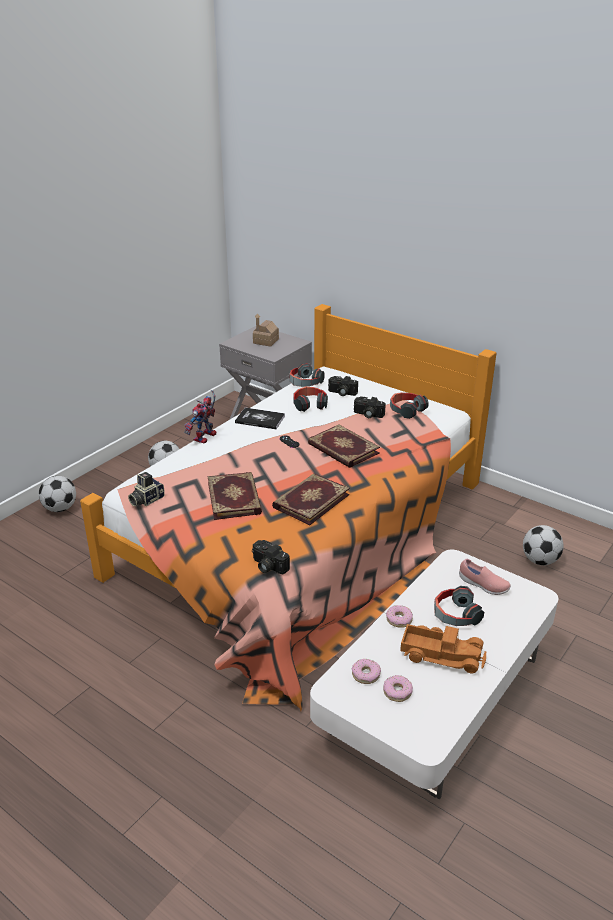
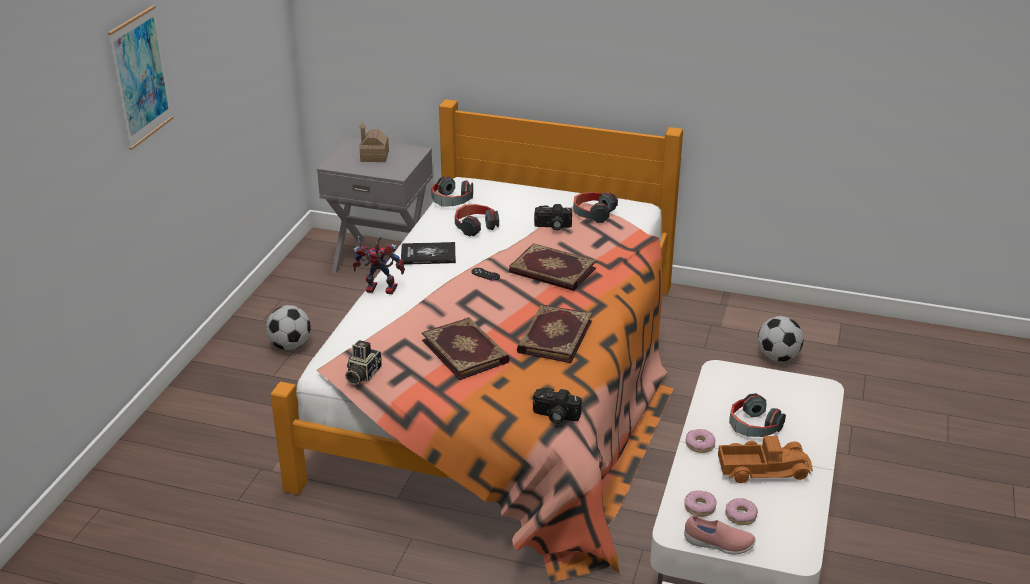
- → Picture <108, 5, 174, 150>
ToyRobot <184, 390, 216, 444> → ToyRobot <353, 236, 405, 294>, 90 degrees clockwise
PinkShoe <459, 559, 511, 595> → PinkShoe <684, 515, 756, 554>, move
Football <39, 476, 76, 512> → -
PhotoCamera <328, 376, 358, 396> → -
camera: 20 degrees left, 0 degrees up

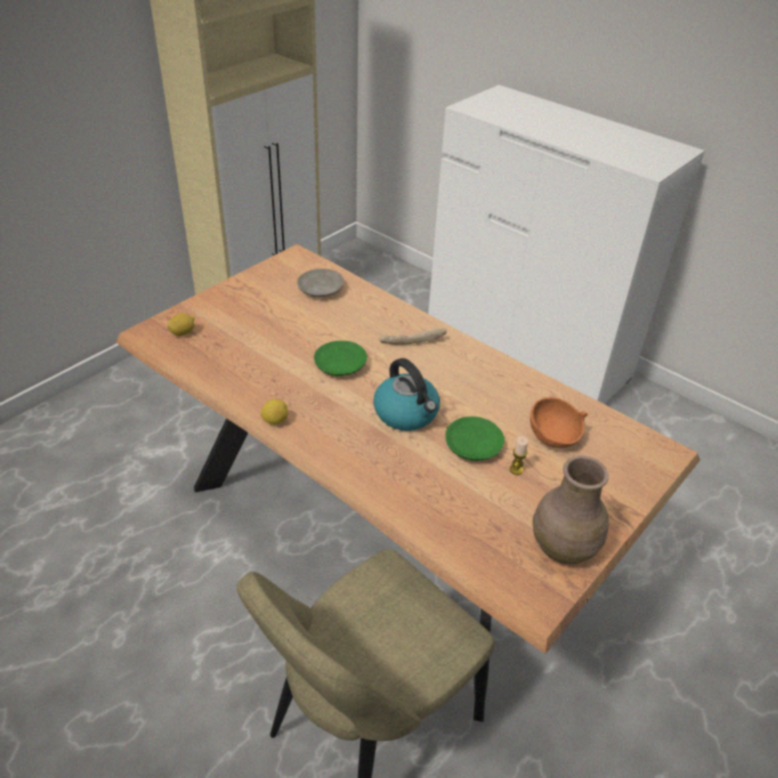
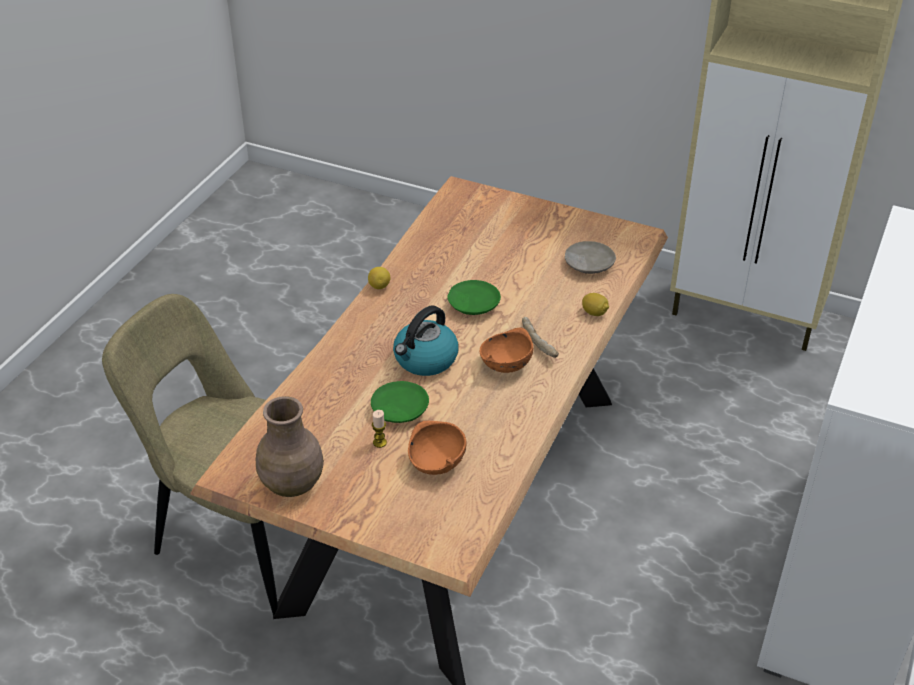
- → OrangeBowl <480, 328, 534, 373>
Lemon <168, 313, 195, 336> → Lemon <582, 293, 609, 316>, move
camera: 75 degrees right, 0 degrees up

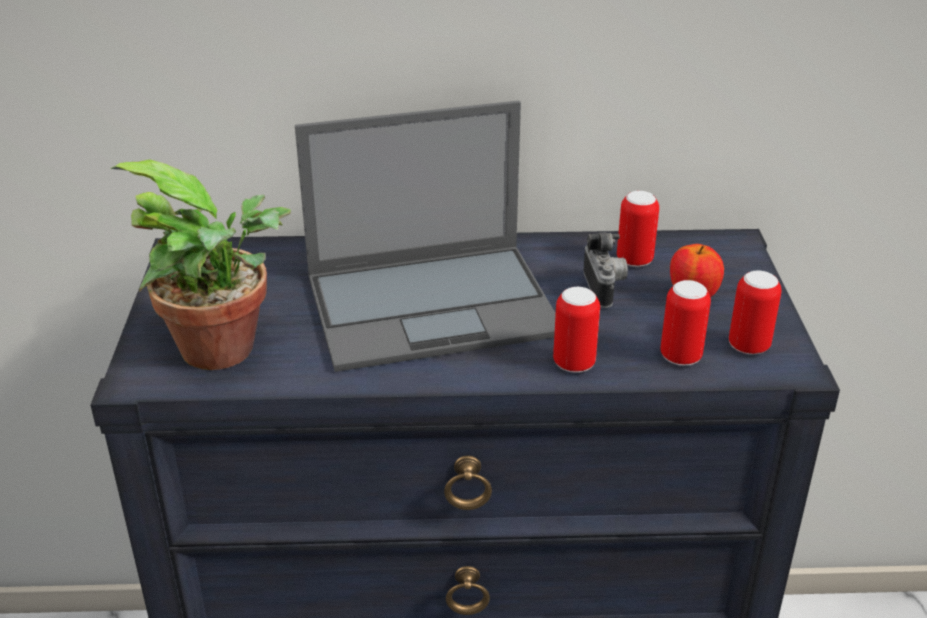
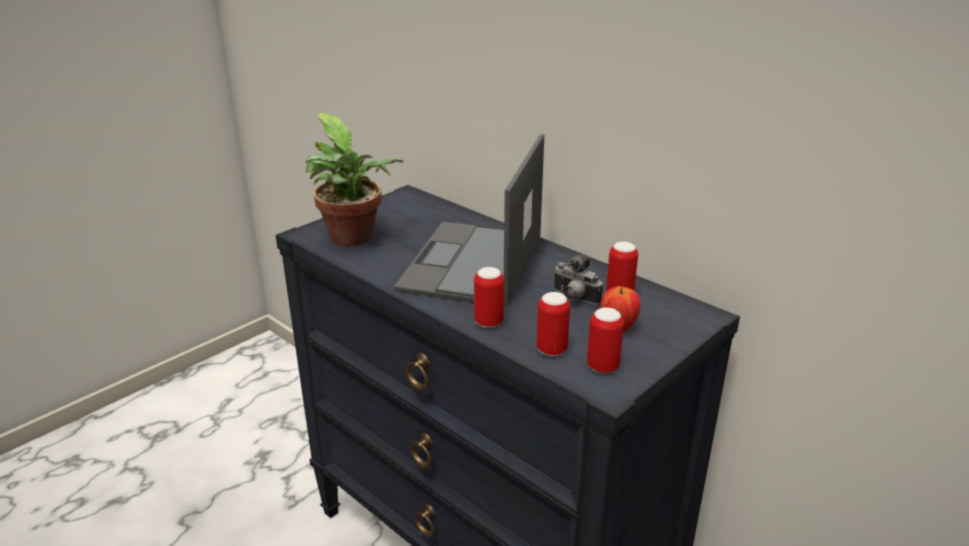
Laptop <295, 101, 556, 372> → Laptop <394, 134, 544, 307>, 75 degrees clockwise
PhotoCamera <583, 232, 628, 308> → PhotoCamera <553, 254, 603, 305>, 90 degrees clockwise
camera: 45 degrees right, 5 degrees down

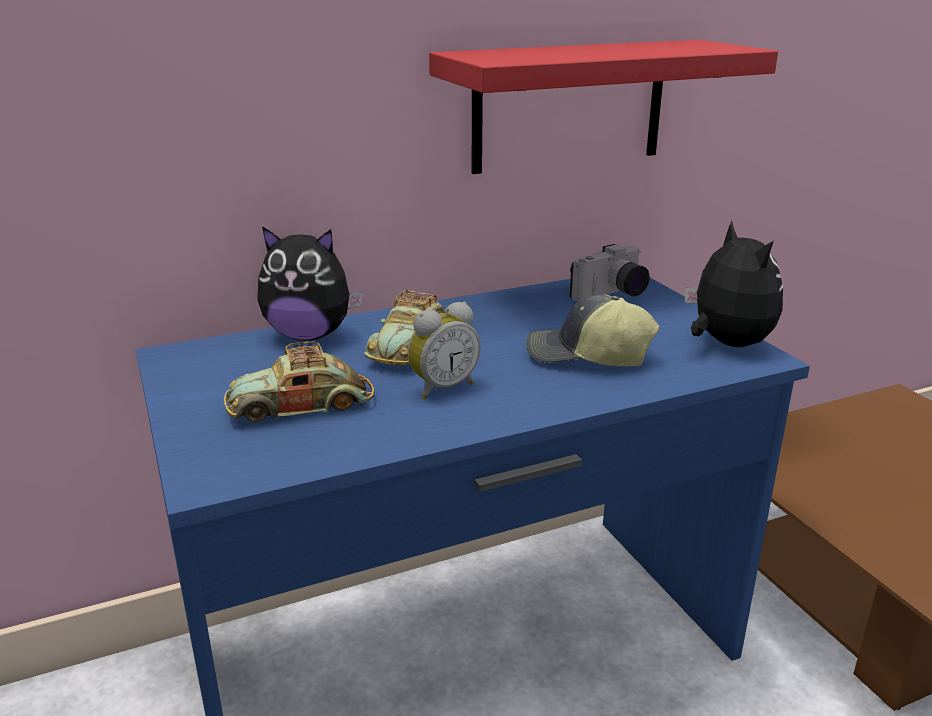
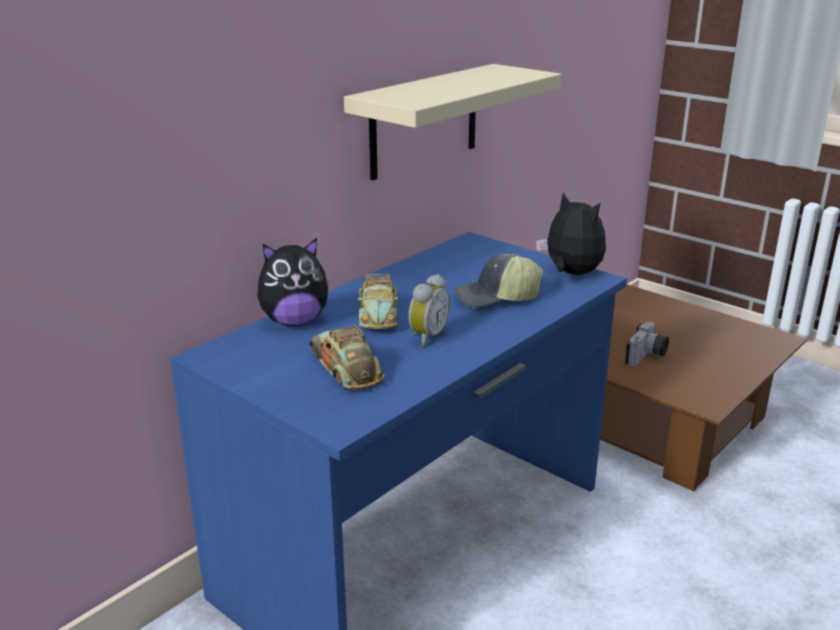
ToyCar <224, 341, 374, 422> → ToyCar <308, 325, 385, 390>, 105 degrees clockwise
RedShelf <429, 40, 778, 174> → BeigeShelf <344, 64, 561, 180>
PhotoCamera <570, 244, 649, 301> → PhotoCamera <625, 322, 669, 366>, move
camera: 25 degrees left, 0 degrees up

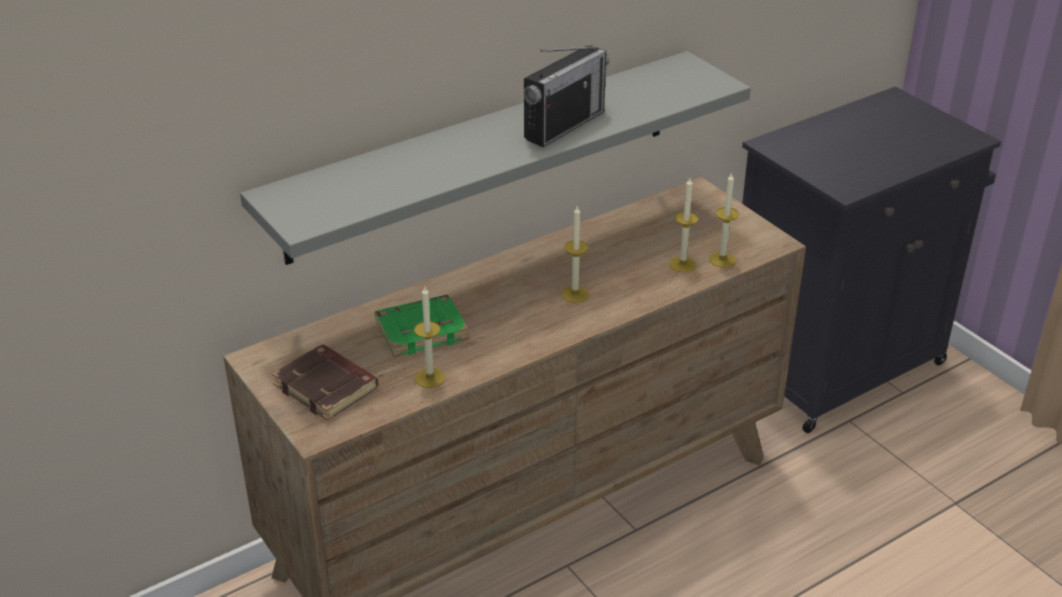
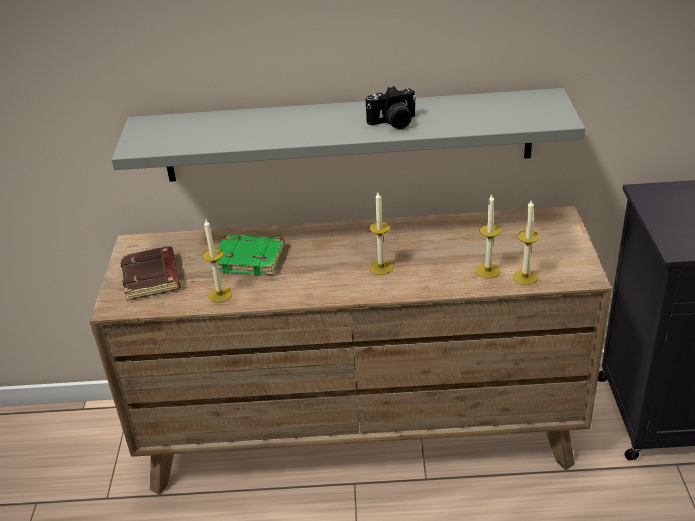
Radio <524, 45, 609, 147> → PhotoCamera <366, 86, 416, 129>
camera: 35 degrees right, 0 degrees up

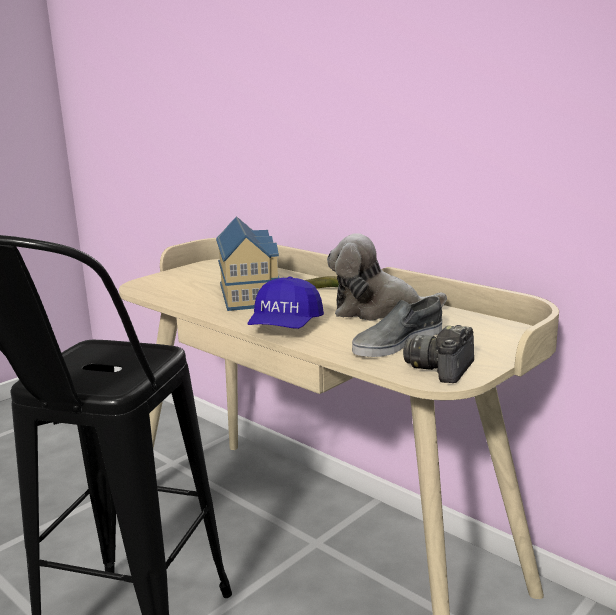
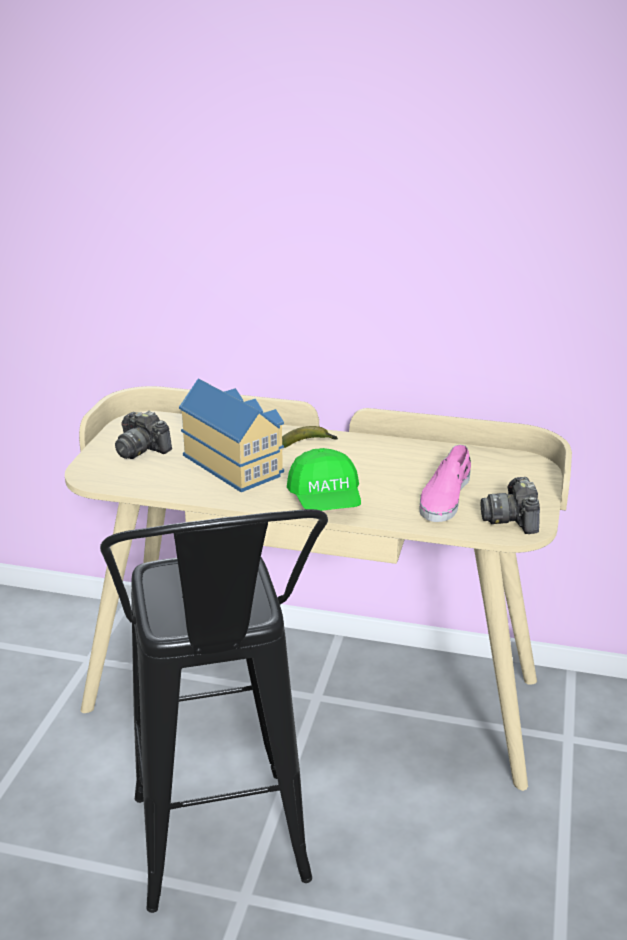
- → PhotoCamera <115, 411, 172, 459>
BlueCap <247, 277, 324, 329> → GreenCap <287, 448, 361, 511>
GreyShoe <352, 296, 442, 357> → PinkShoe <419, 445, 471, 522>
PlushToy <327, 233, 447, 321> → -
camera: 30 degrees left, 10 degrees up

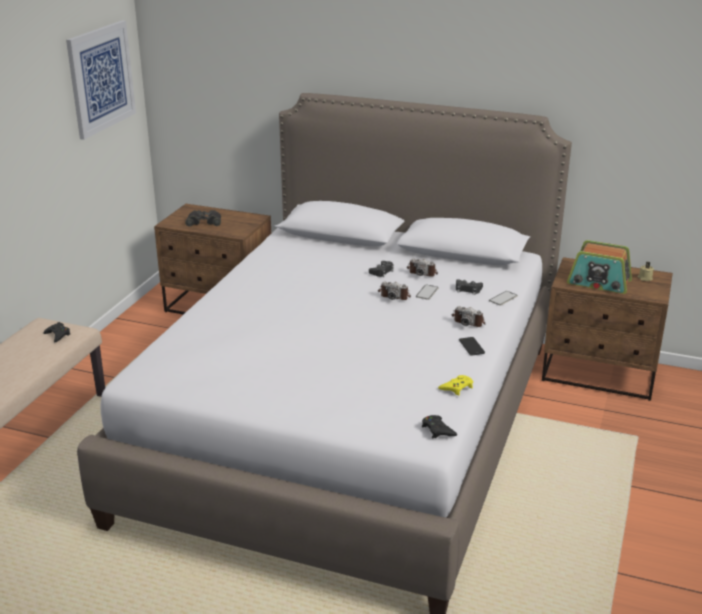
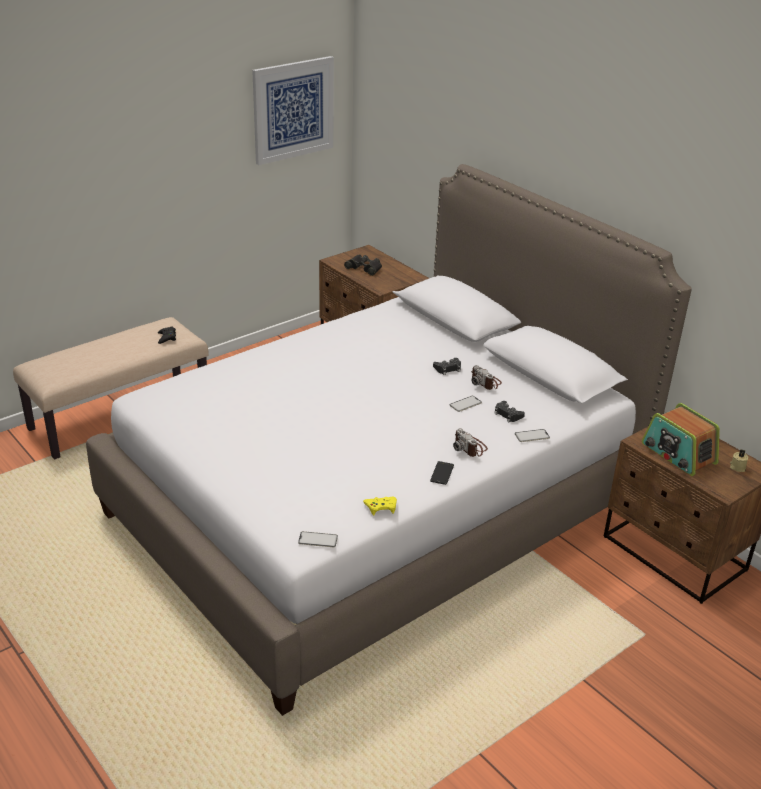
BlackGameController <422, 415, 457, 438> → Phone <298, 531, 338, 547>
PhotoCamera <378, 282, 411, 300> → -
camera: 30 degrees right, 5 degrees up

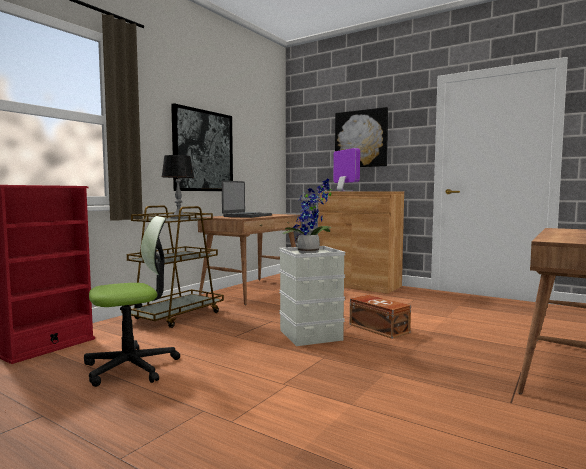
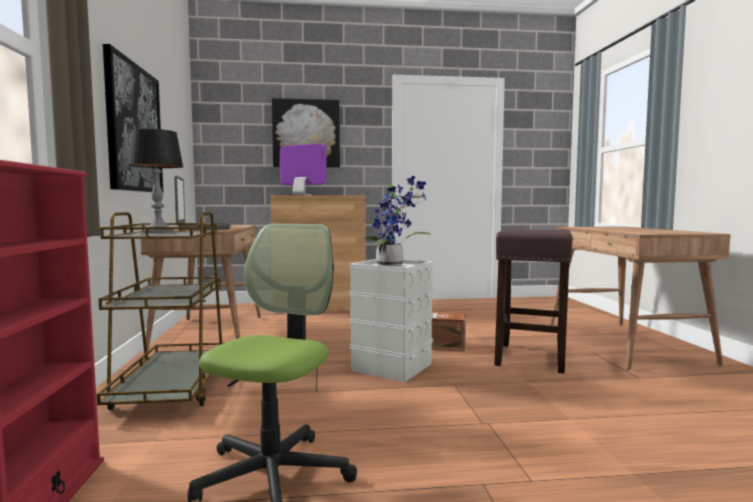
- → BrownStool <494, 229, 573, 374>
camera: 40 degrees left, 0 degrees up

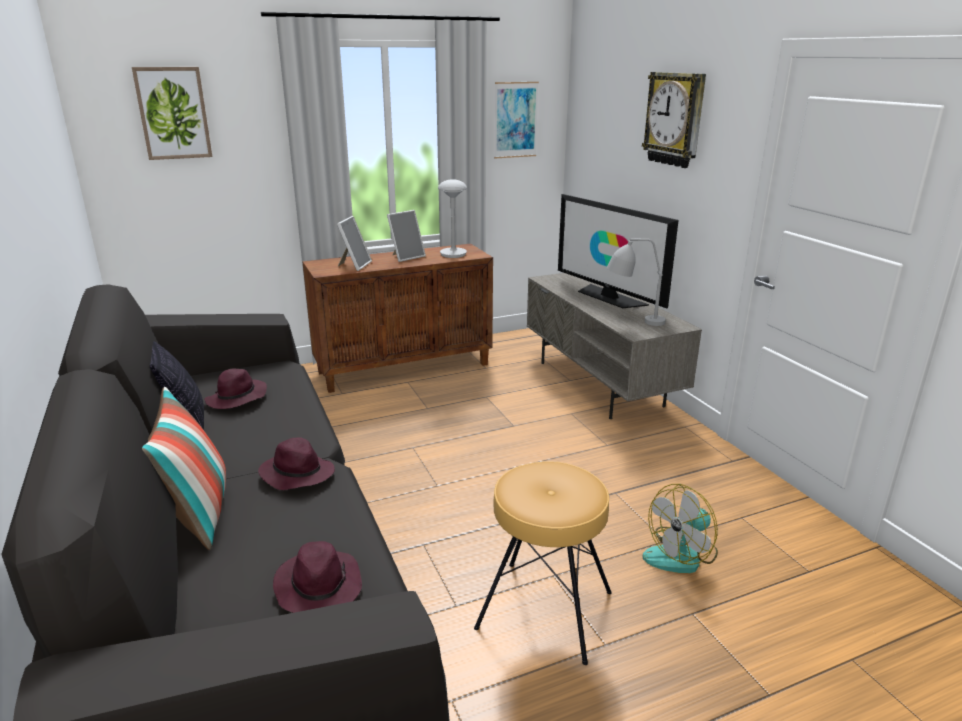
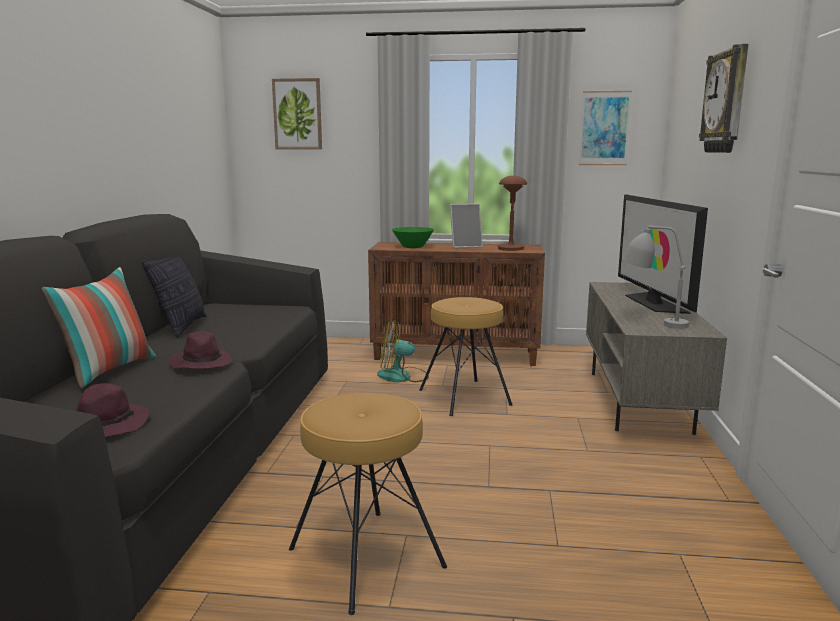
Fan <643, 484, 718, 573> → Fan <377, 320, 429, 383>, move
PictureFrame <337, 216, 372, 271> → GreenBowl <392, 227, 434, 248>
- → BrownStool <419, 297, 512, 416>
GreyTableLamp <438, 179, 467, 258> → BrownTableLamp <498, 176, 527, 251>
PurpleHat <204, 369, 267, 409> → -
camera: 30 degrees right, 10 degrees down

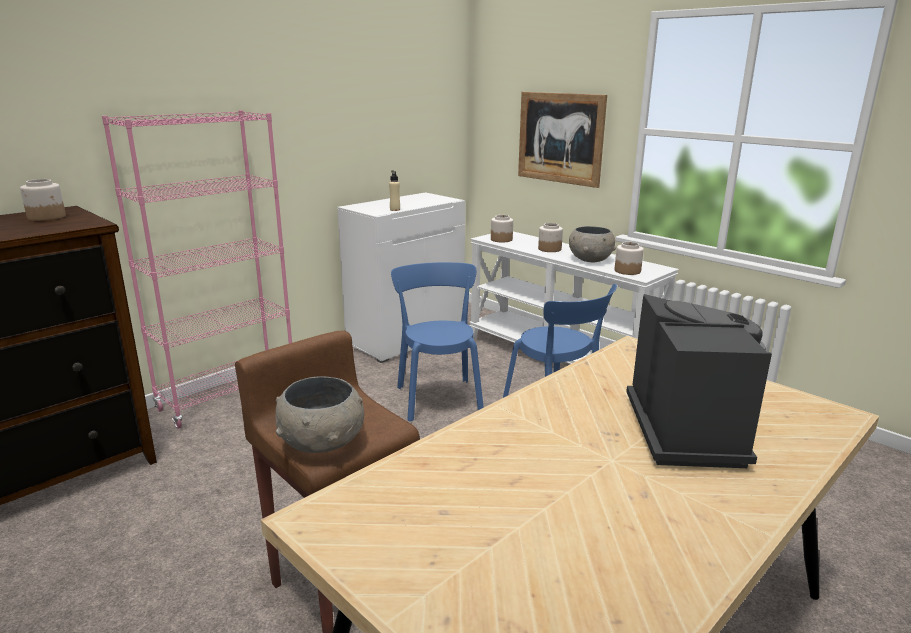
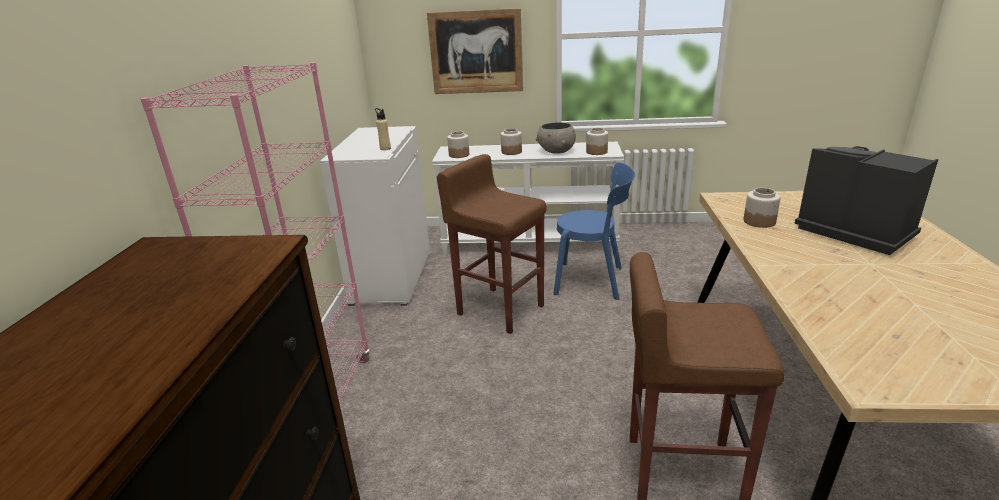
BlueChair <391, 262, 484, 421> → BrownStool <437, 154, 547, 334>
Jar <20, 179, 66, 221> → Jar <743, 188, 781, 228>, move
GreyBowl <275, 376, 364, 453> → -
camera: 40 degrees left, 5 degrees up

